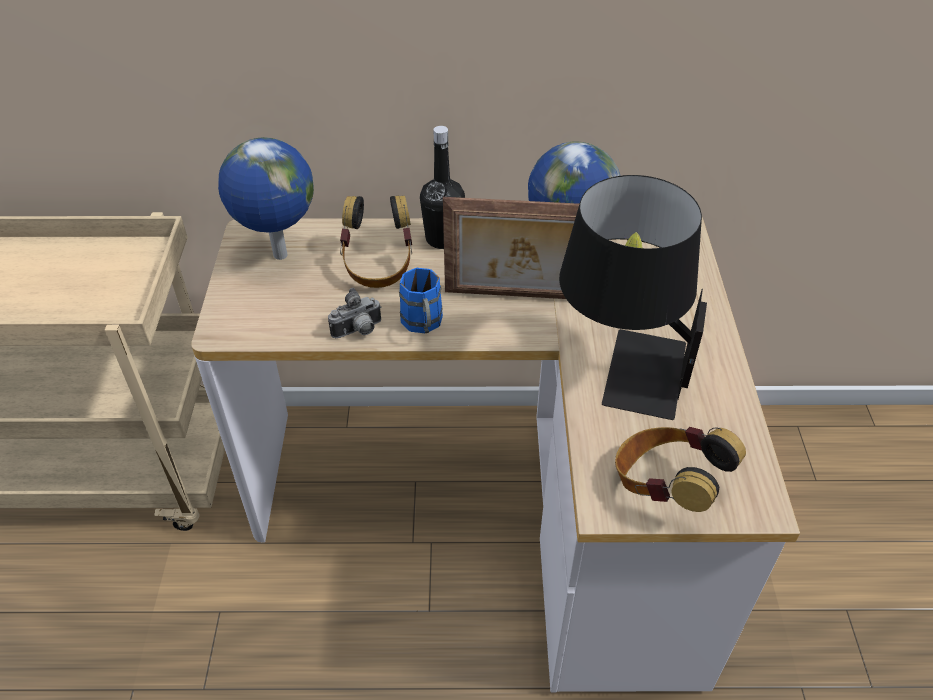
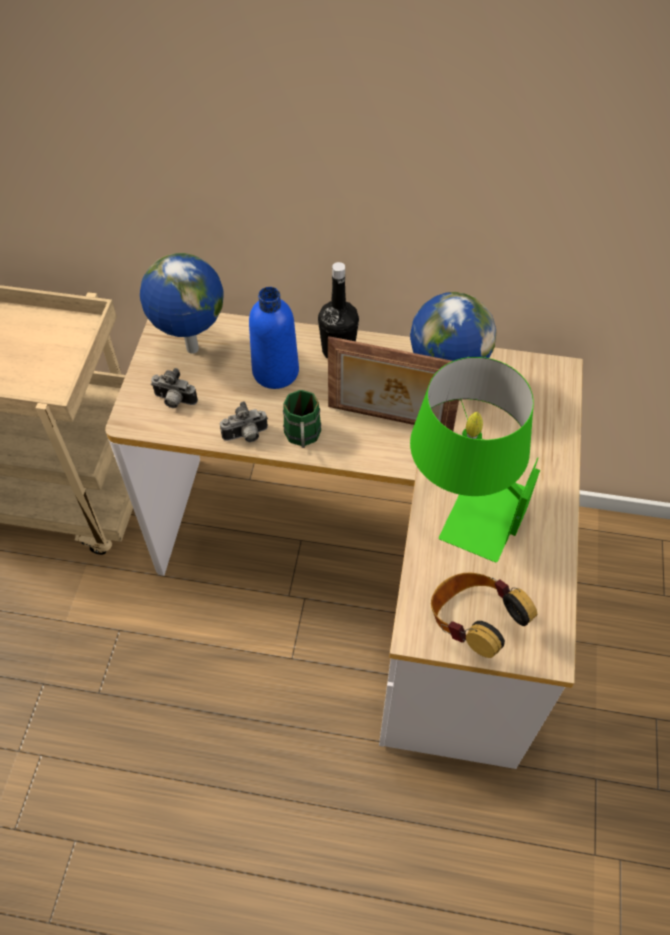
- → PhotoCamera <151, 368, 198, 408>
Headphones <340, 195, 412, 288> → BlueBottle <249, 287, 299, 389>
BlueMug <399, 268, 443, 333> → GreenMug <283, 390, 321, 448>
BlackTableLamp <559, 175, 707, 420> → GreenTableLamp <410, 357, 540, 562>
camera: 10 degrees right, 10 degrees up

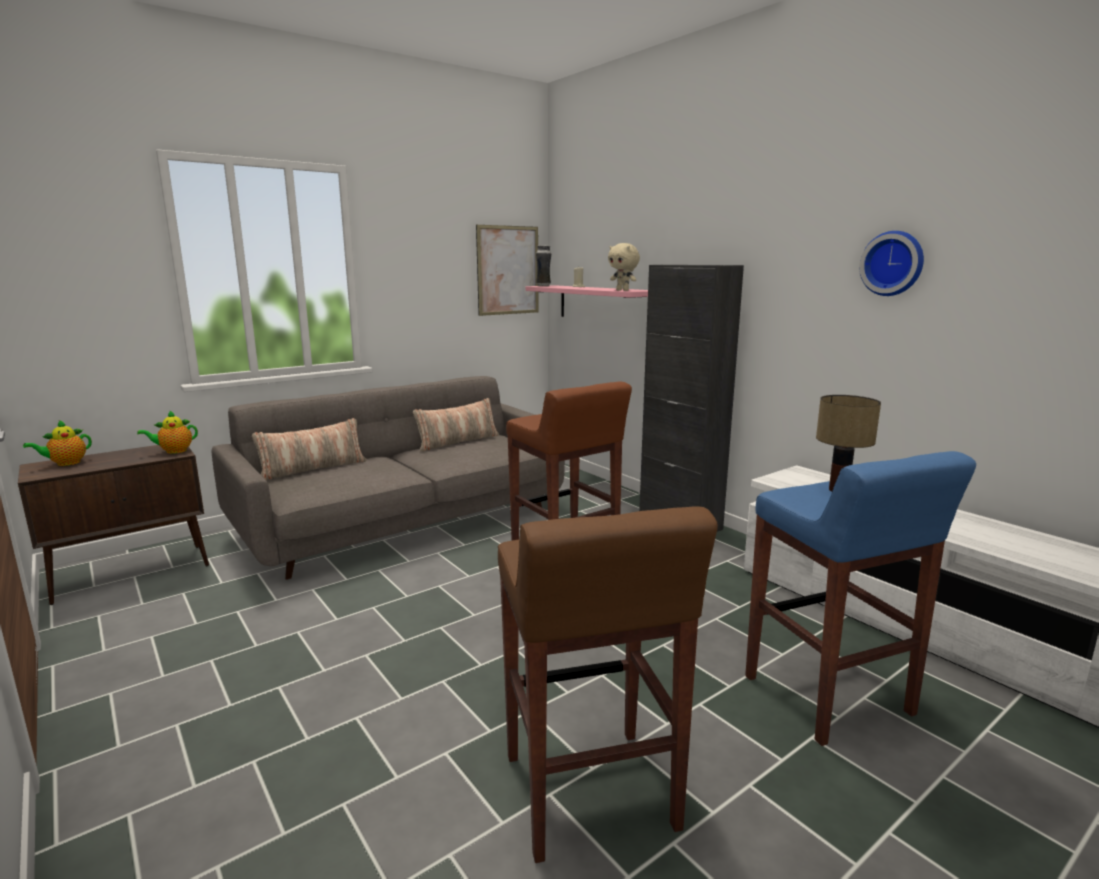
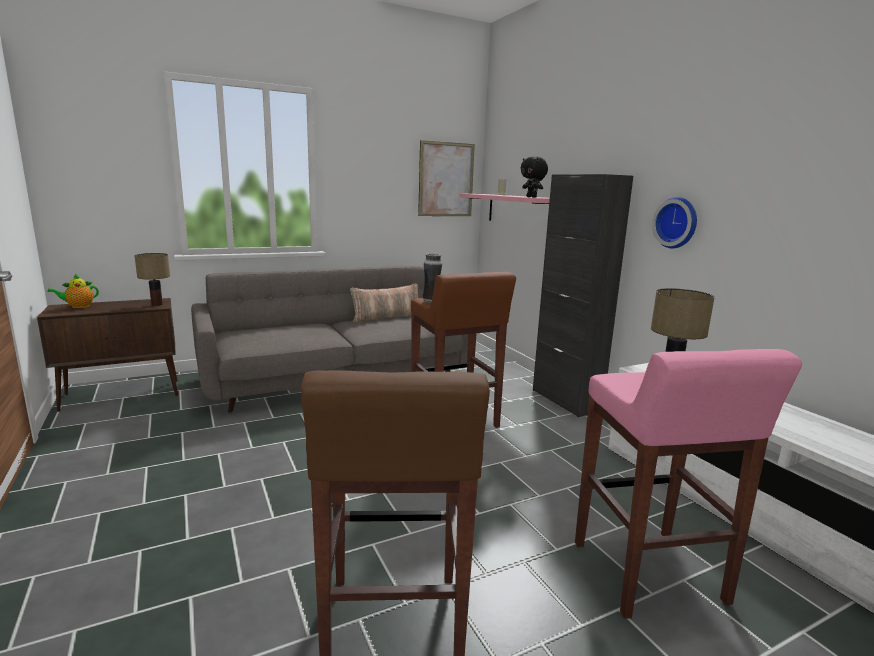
Teapot <137, 410, 198, 454> → TableLamp <134, 253, 170, 306>
Vase <536, 245, 551, 286> → Vase <423, 253, 442, 303>, move
BeigePlushToy <608, 243, 640, 291> → BlackPlushToy <521, 156, 548, 198>
BlueStool <745, 451, 976, 746> → PinkStool <575, 349, 802, 619>
WallClock <859, 231, 924, 296> → WallClock <652, 197, 697, 248>, move
Pillow <252, 418, 367, 480> → -
camera: 10 degrees right, 0 degrees up

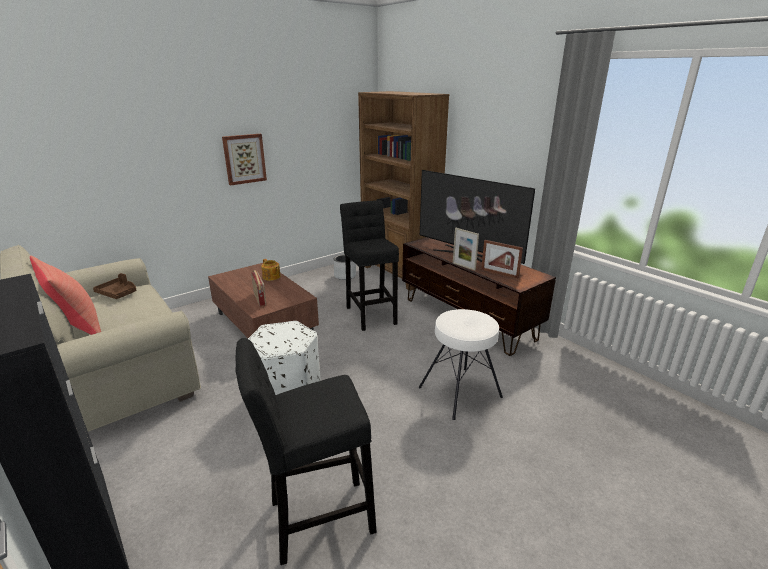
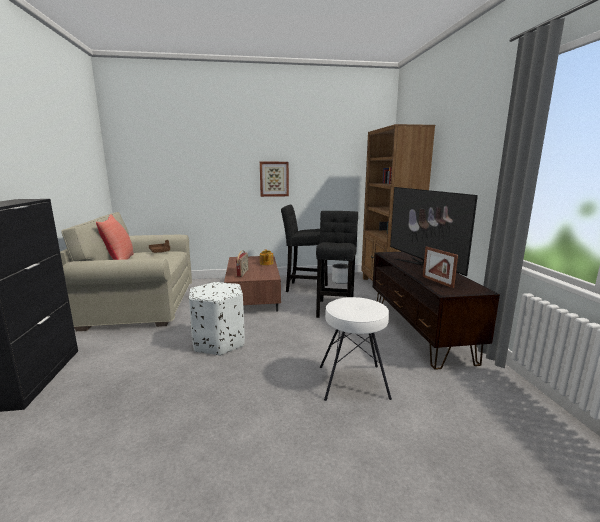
BlackStool <235, 338, 377, 565> → BlackStool <281, 205, 328, 292>, move
PictureFrame <453, 228, 479, 271> → -
camera: 30 degrees right, 10 degrees down

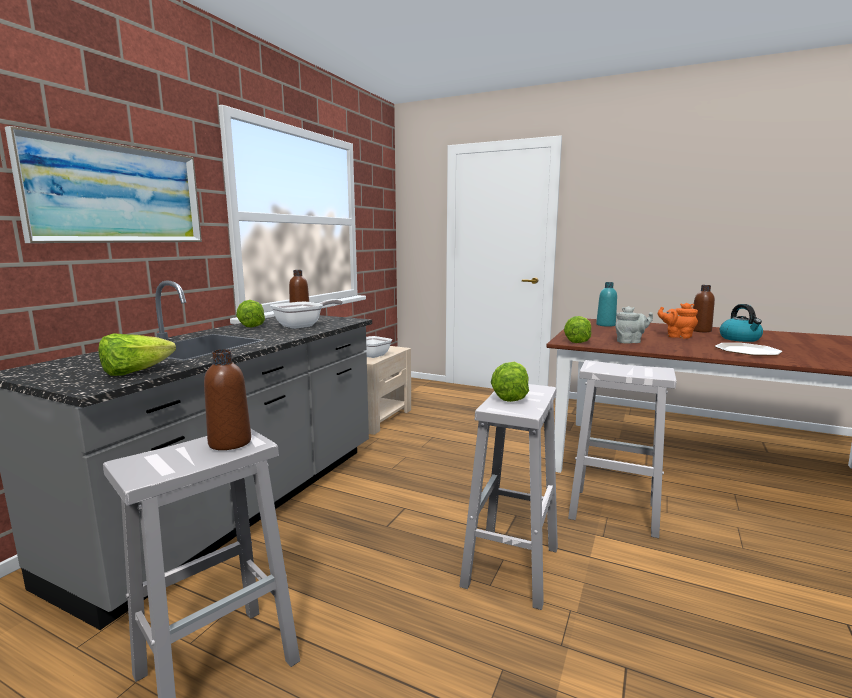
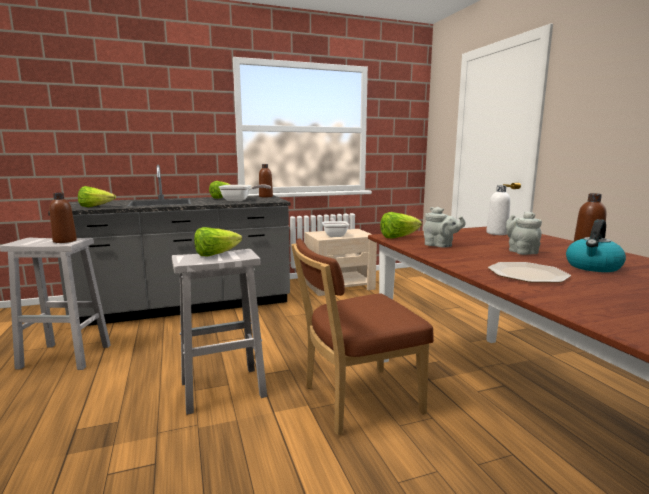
WhiteStool <568, 360, 676, 538> → BrownChair <291, 238, 434, 436>
TurquoiseBottle <596, 282, 617, 327> → WhiteBottle <486, 185, 510, 235>
OrangeTeapot <658, 303, 698, 339> → GreyTeapot <506, 211, 542, 255>
Picture <5, 126, 202, 243> → -
camera: 45 degrees right, 0 degrees up

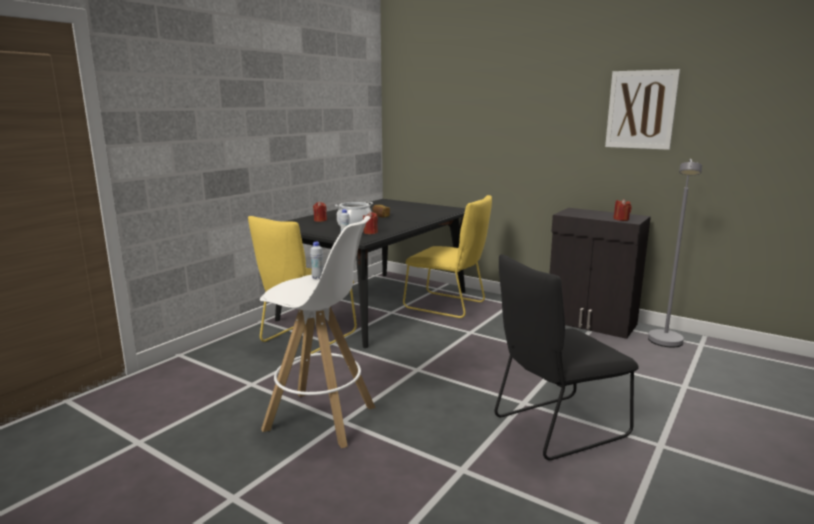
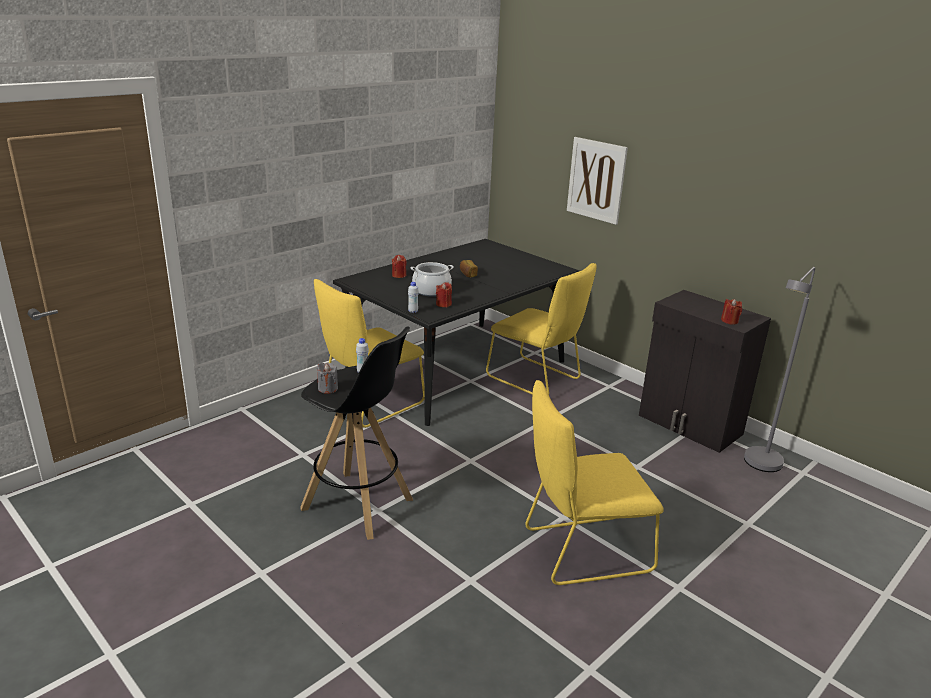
WhiteStool <260, 216, 376, 448> → BlackStool <300, 326, 413, 540>
- → GreyCandle <317, 363, 338, 394>
BlackChair <495, 254, 639, 460> → YellowChair <525, 380, 664, 585>
Picture <605, 69, 680, 150> → Picture <567, 137, 628, 225>, move
camera: 10 degrees right, 10 degrees up

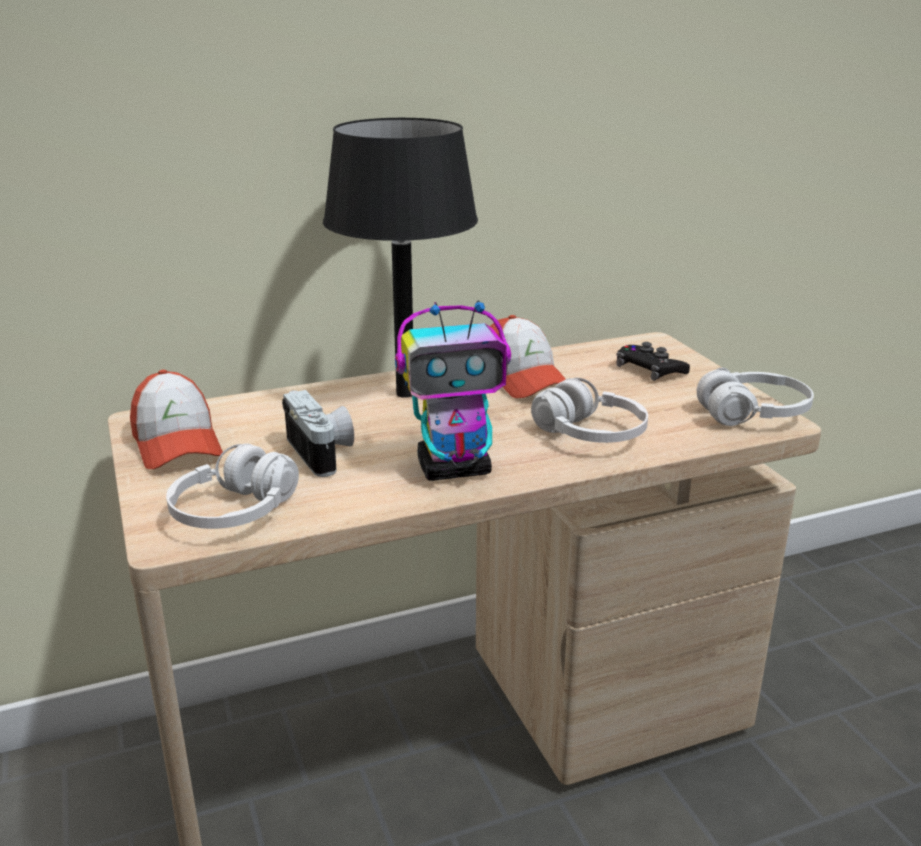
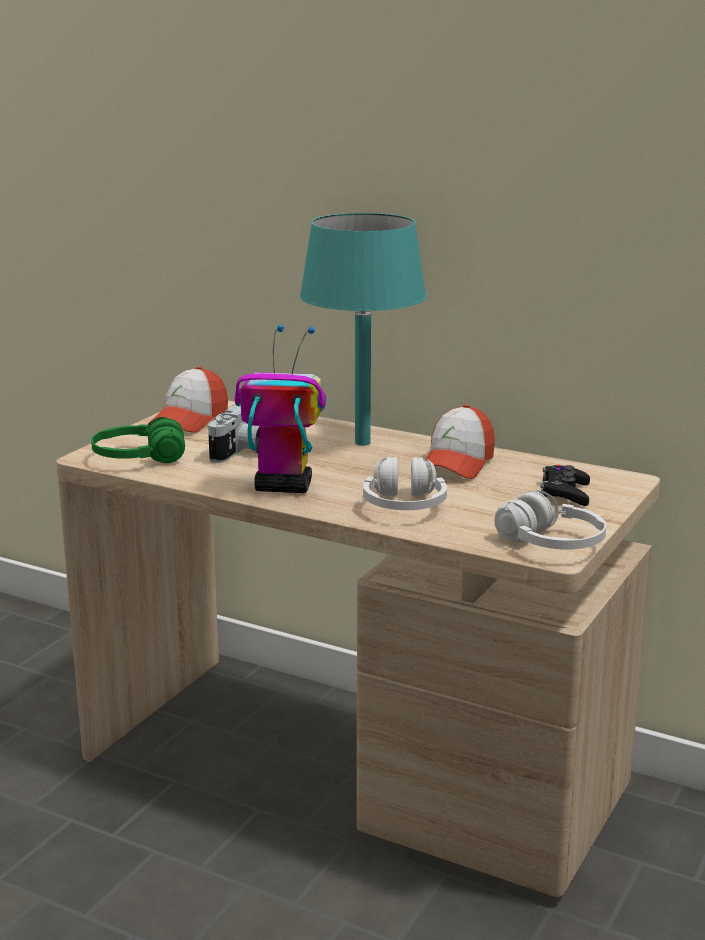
WhiteHeadphones <166, 443, 299, 529> → GreenHeadphones <91, 417, 185, 463>
ToyRobot <395, 300, 511, 481> → ToyRobot <235, 325, 326, 493>, 150 degrees clockwise
BlackTableLamp <323, 118, 478, 398> → TurquoiseTableLamp <300, 213, 427, 446>
camera: 50 degrees right, 5 degrees down

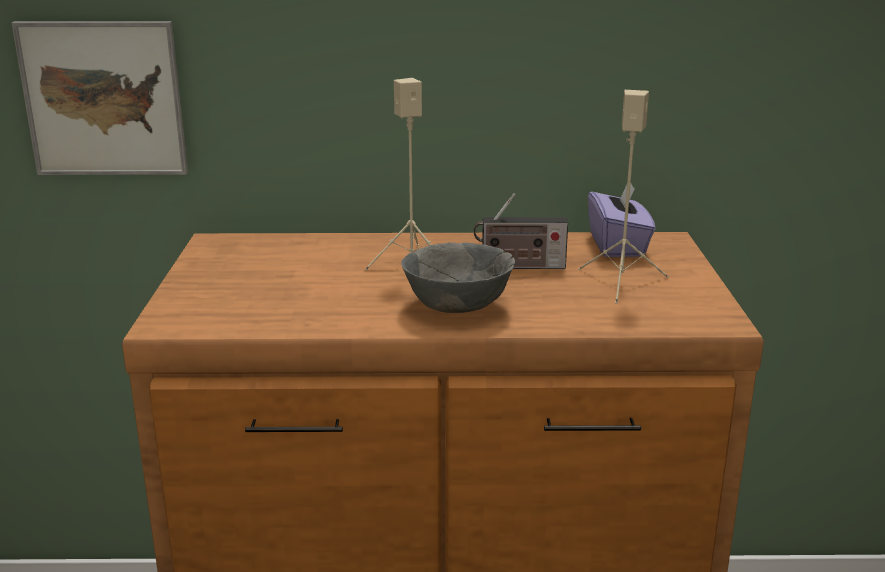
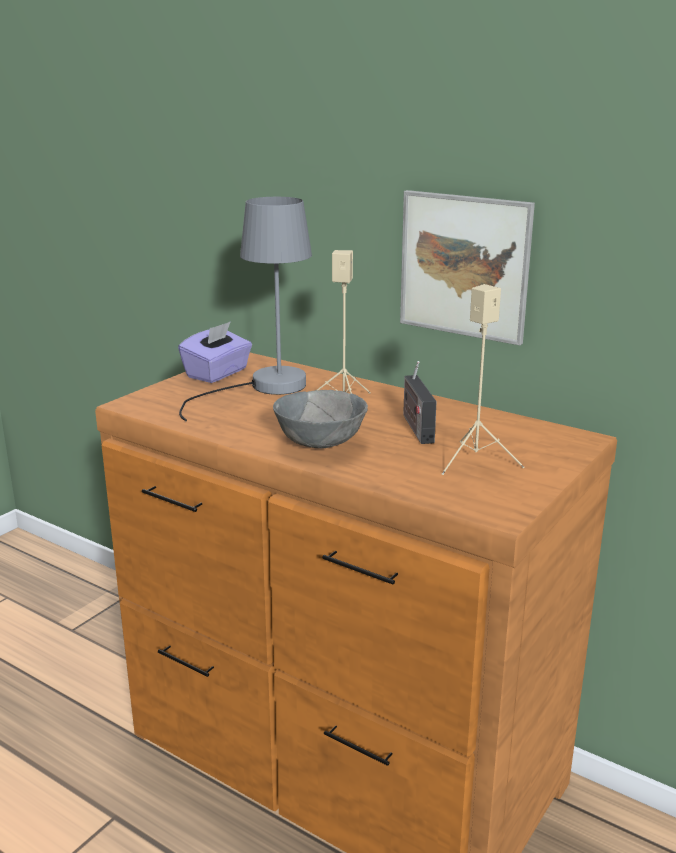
PurpleTissueBox <588, 184, 655, 257> → PurpleTissueBox <178, 321, 252, 383>, move
- → GreyTableLamp <179, 197, 312, 421>
Picture <12, 21, 188, 175> → Picture <400, 190, 535, 346>, move
Radio <474, 193, 568, 269> → Radio <403, 361, 437, 444>, 45 degrees clockwise
camera: 35 degrees right, 0 degrees up

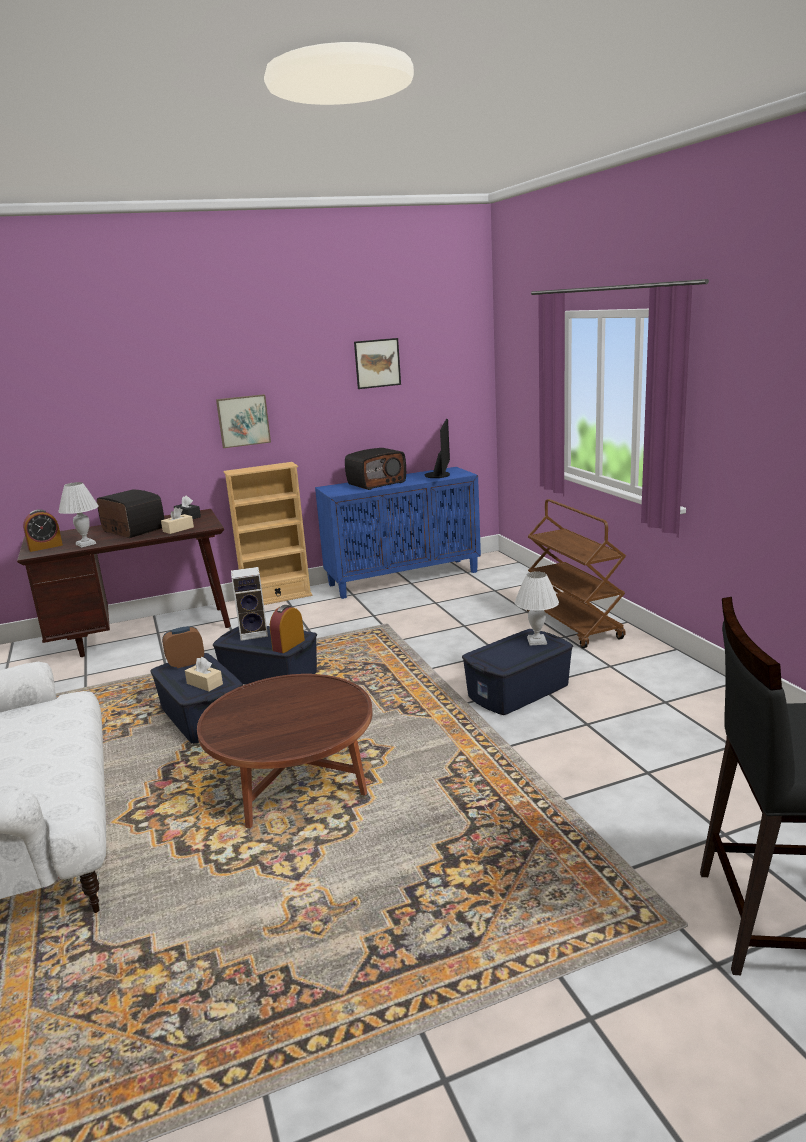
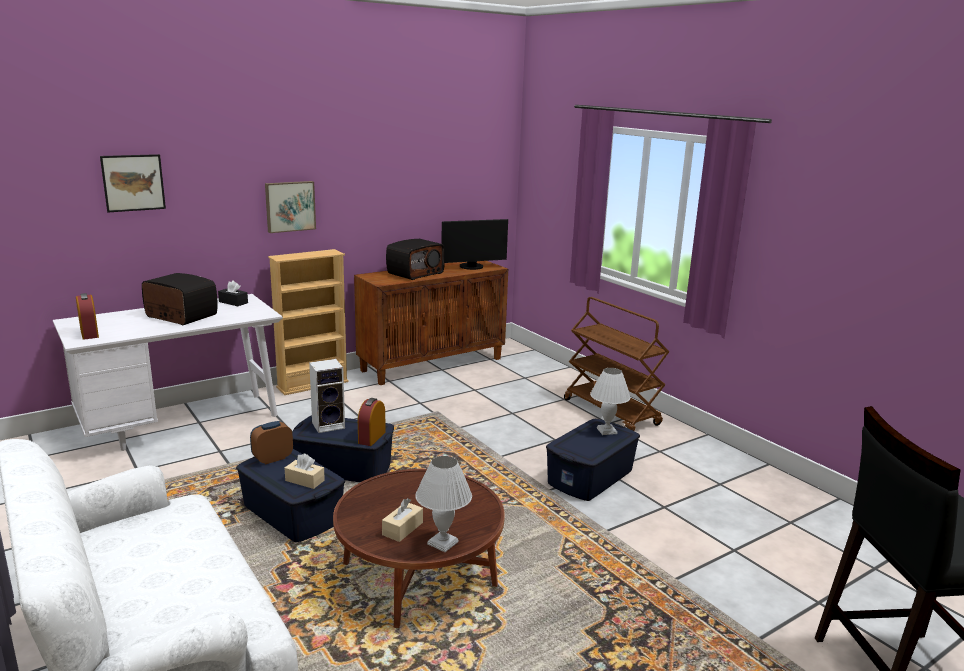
BrownDesk <17, 509, 231, 657> → WhiteDesk <53, 294, 283, 451>
AlarmClock <23, 509, 63, 552> → AlarmClock <76, 293, 99, 340>, 75 degrees counterclockwise
Picture <354, 338, 401, 389> → Picture <100, 154, 166, 212>, move
BlueCabinet <315, 467, 481, 599> → BrownCabinet <354, 261, 508, 385>
BeigeTissueBox <161, 507, 194, 534> → BeigeTissueBox <382, 498, 423, 542>, move
WhiteTableLamp <58, 482, 99, 548> → WhiteTableLamp <415, 456, 472, 552>, move
Monitor <425, 419, 450, 478> → Monitor <441, 219, 508, 270>, 75 degrees clockwise
camera: 15 degrees left, 0 degrees up

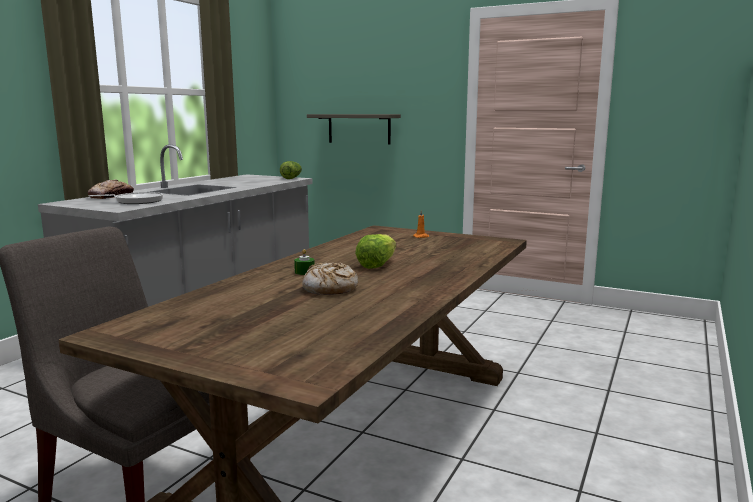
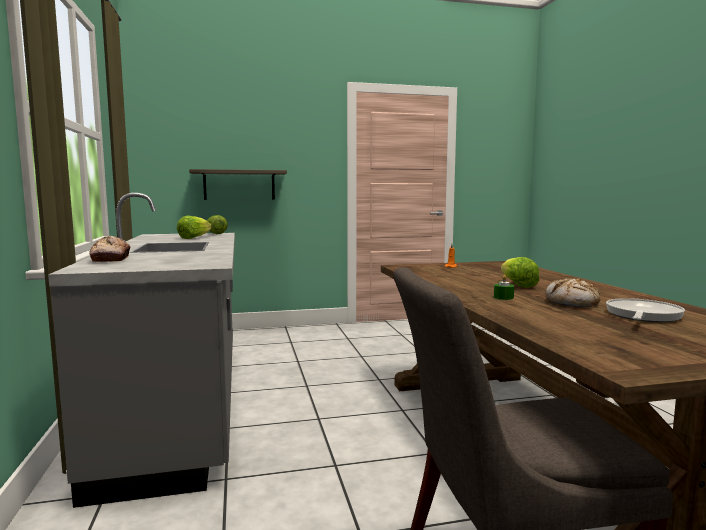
- → Lettuce <177, 216, 211, 239>
FryingPan <88, 192, 163, 204> → FryingPan <606, 298, 685, 322>, move
camera: 40 degrees left, 5 degrees down

